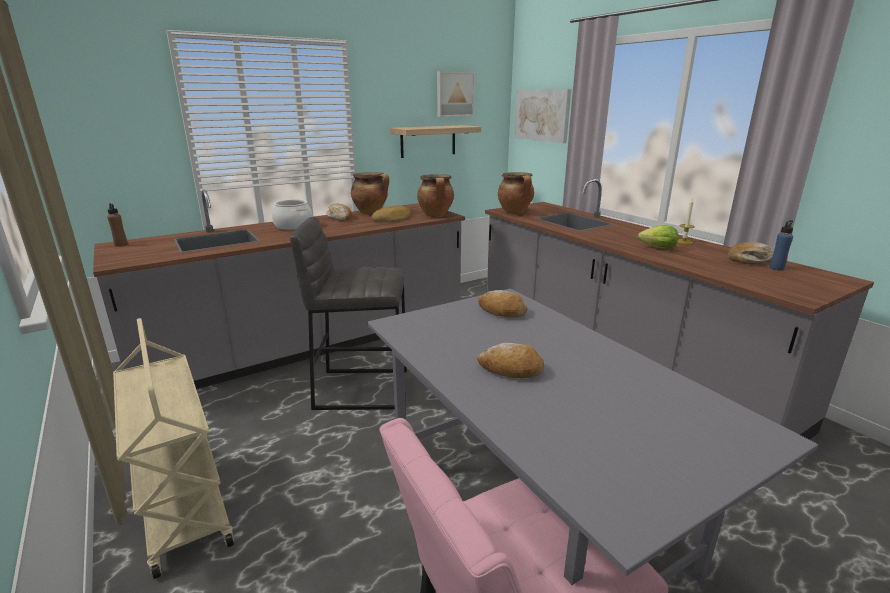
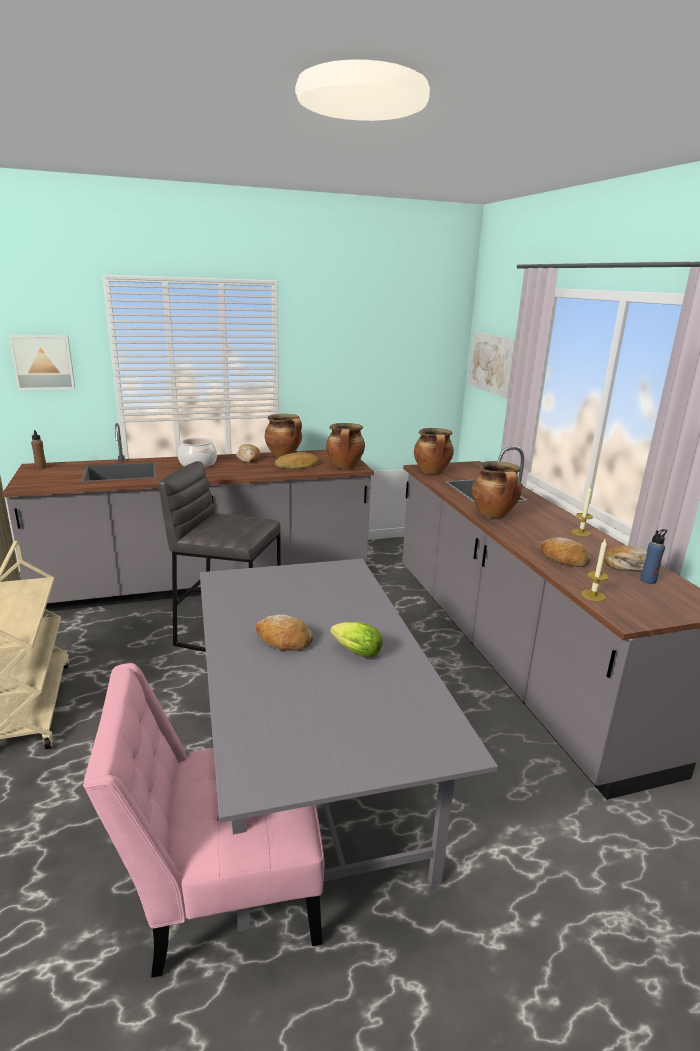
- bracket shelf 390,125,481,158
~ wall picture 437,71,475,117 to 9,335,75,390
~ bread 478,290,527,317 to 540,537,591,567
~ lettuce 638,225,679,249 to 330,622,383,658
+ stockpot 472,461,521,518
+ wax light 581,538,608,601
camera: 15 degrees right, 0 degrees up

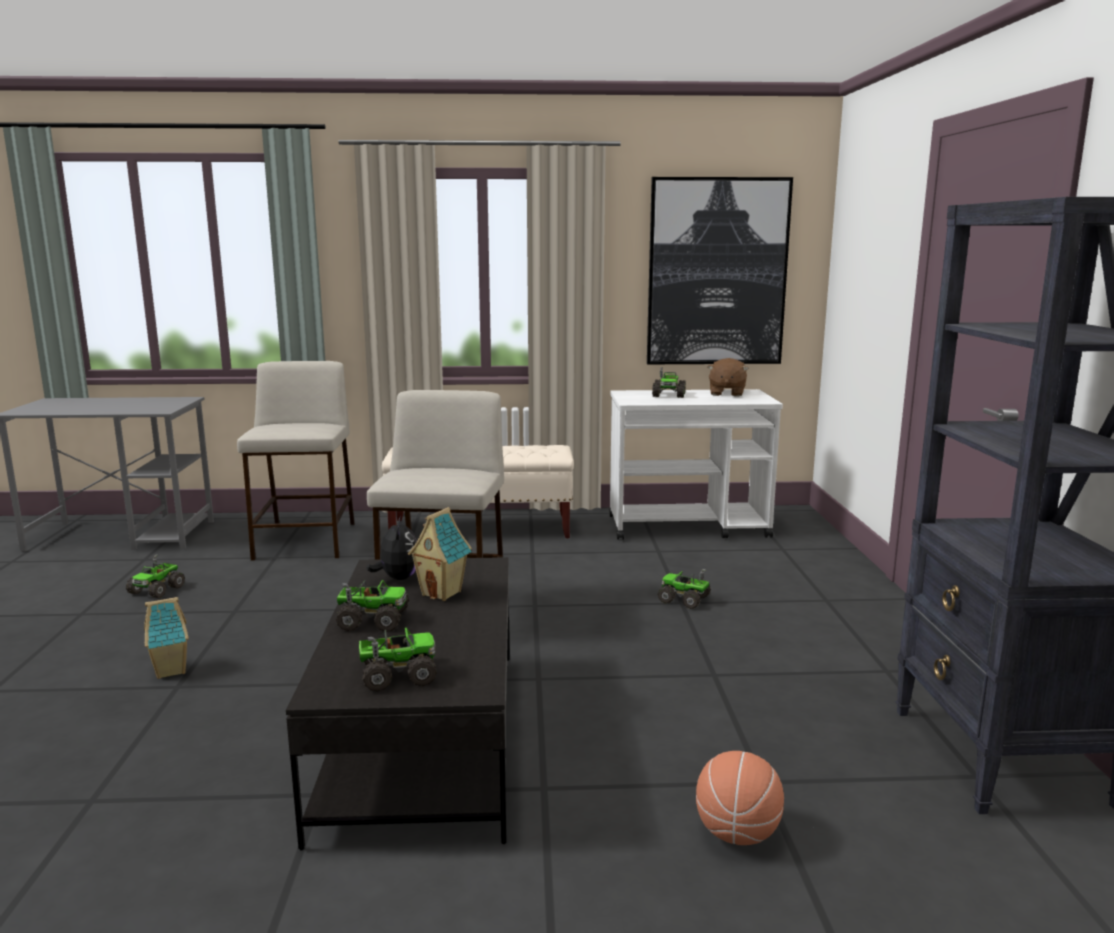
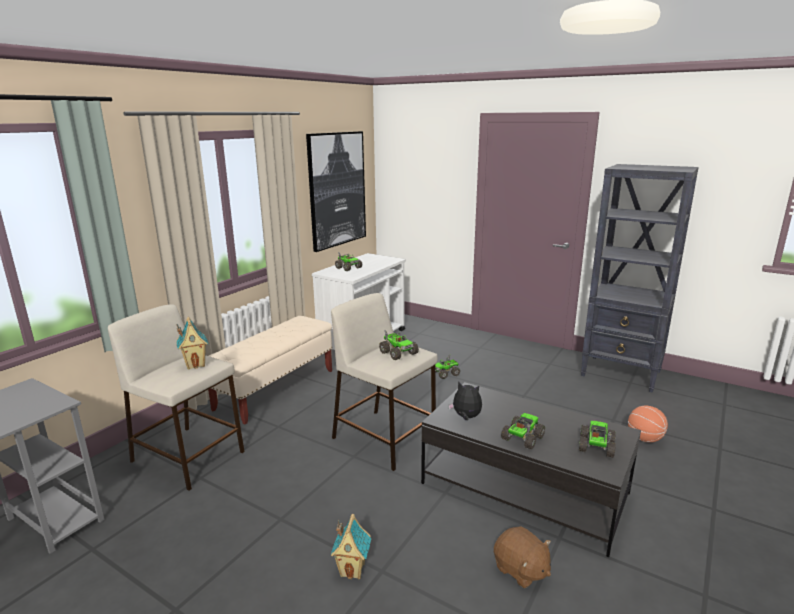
~ toy truck 126,554,185,598 to 379,330,419,360
~ toy house 408,507,472,601 to 176,317,208,370
~ brownish cuddly toy 707,358,749,397 to 494,526,551,588
camera: 55 degrees left, 5 degrees up

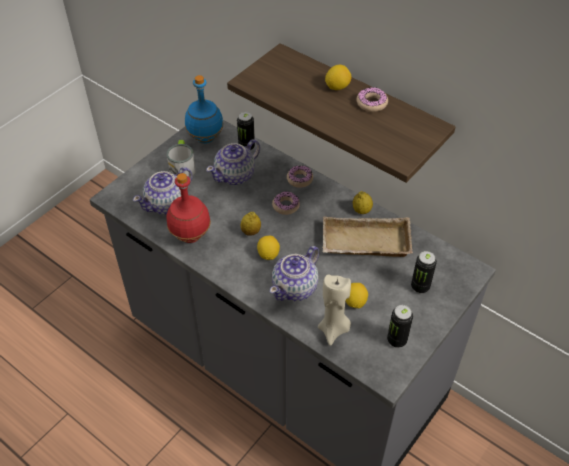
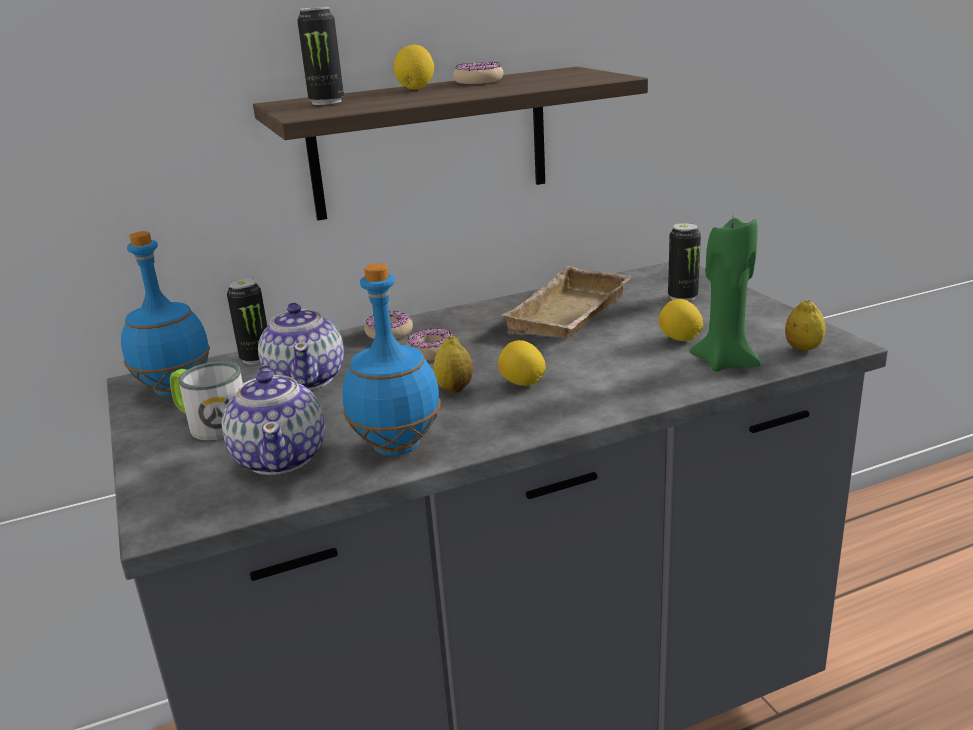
~ reddish bottle 167,173,211,243 to blue bottle 342,263,441,456
- teapot 270,246,319,301
~ beige-coloured wax light 318,274,351,346 to greenish wax light 690,218,761,372
~ whole lemon 353,191,373,214 to 785,300,826,351
~ can 387,305,413,348 to 297,7,344,105
camera: 60 degrees left, 25 degrees down

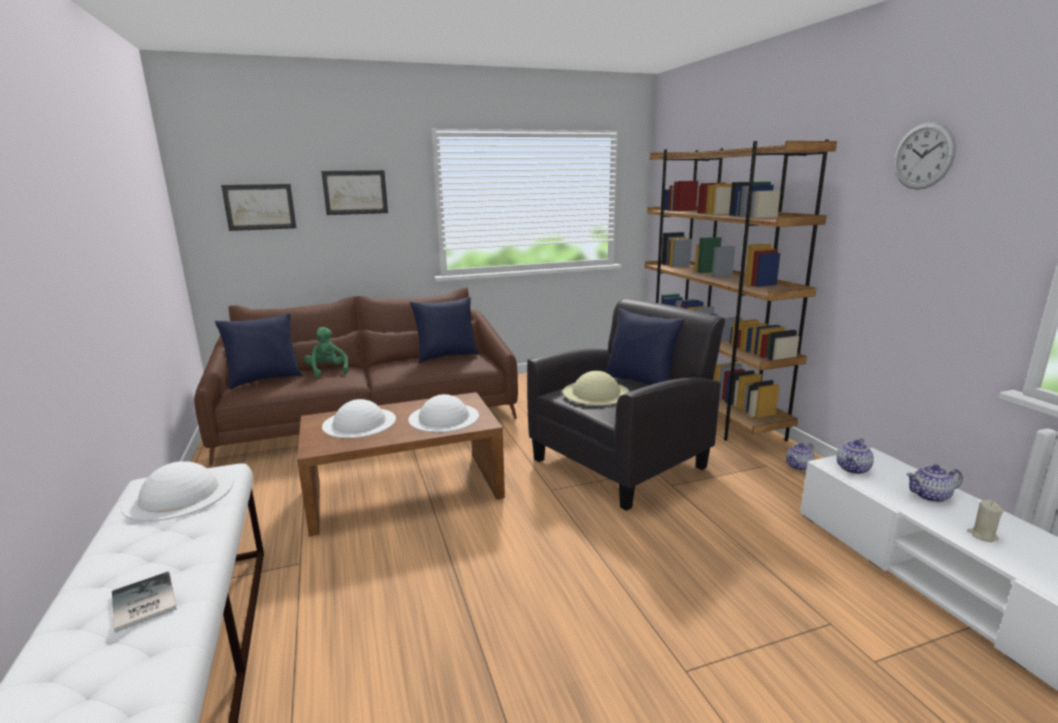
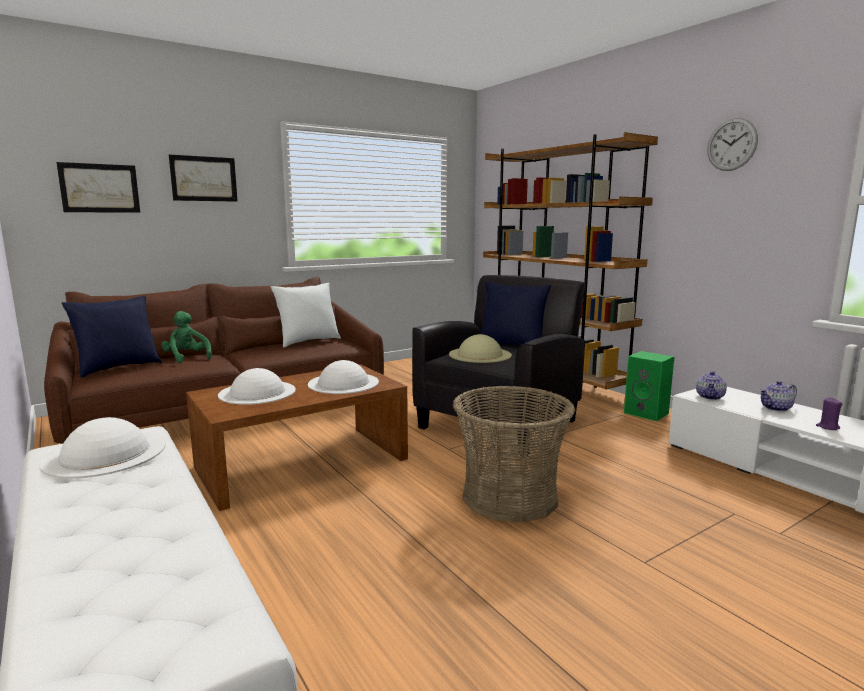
- bound book 112,572,176,633
~ blue pillow 410,297,479,363 to whitish pillow 271,283,341,347
~ teapot 786,443,815,470 to greenish loudspeaker 624,351,674,421
~ beige-coloured wax light 967,500,1004,542 to purple wax light 816,397,842,430
+ household basket 453,386,575,523
camera: 15 degrees left, 5 degrees down

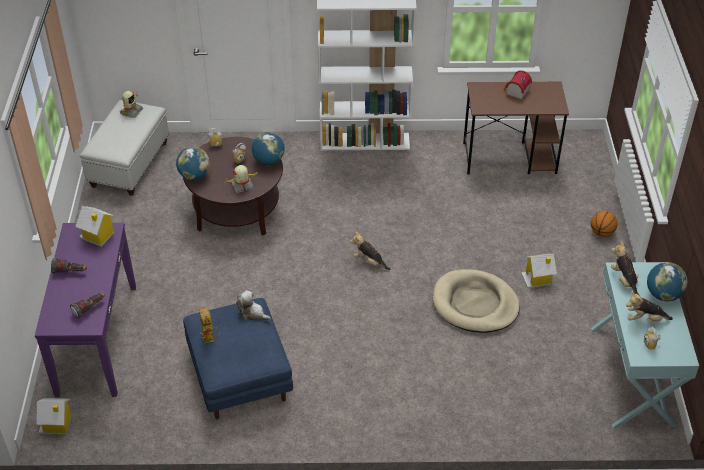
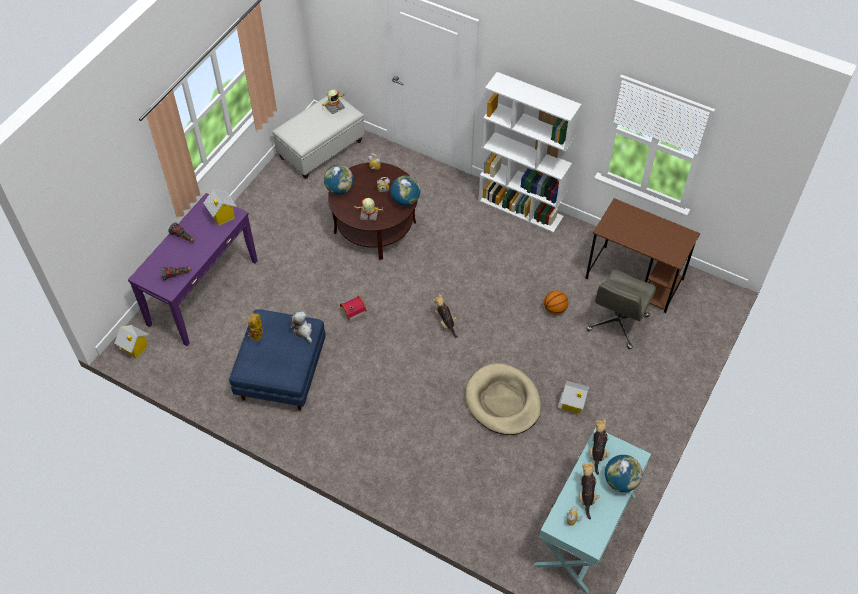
~ toy house 503,70,532,99 to 340,296,367,323
~ basketball 591,211,618,237 to 544,290,568,315
~ cuddly toy 626,292,673,322 = 579,461,600,520 60 degrees clockwise
+ gray desk chair 586,269,656,349
camera: 30 degrees right, 10 degrees up

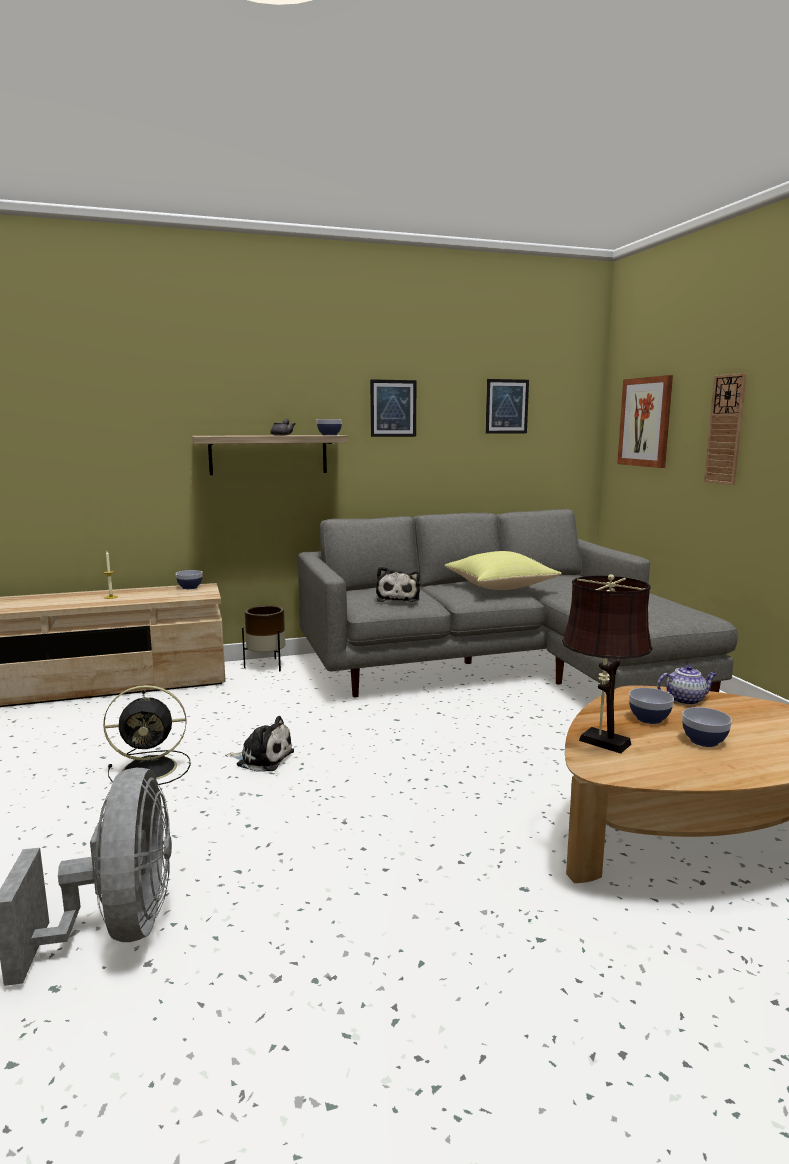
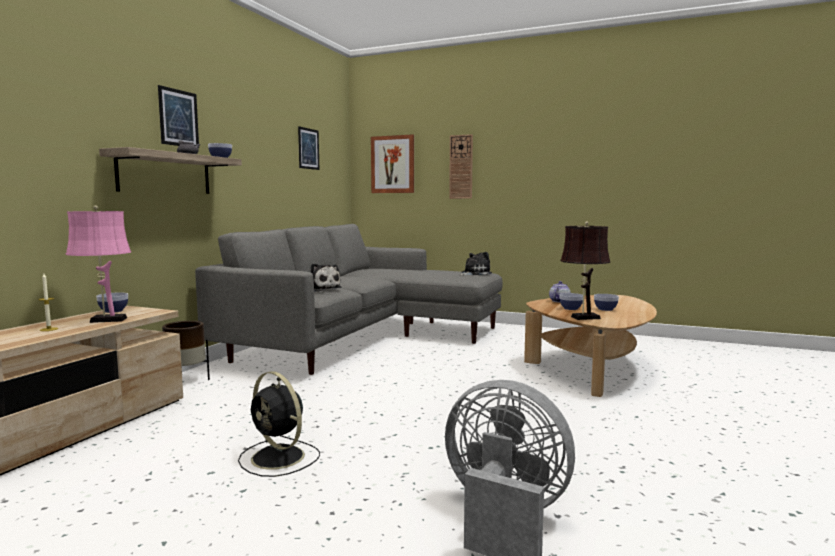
~ blackish fan 103,685,190,785 = 238,371,320,477 105 degrees clockwise
~ cuddly toy 225,716,294,772 to 460,252,492,275
~ wall picture 370,379,416,437 to 158,85,199,146
- yellowish pillow 444,551,562,590
+ pink table lamp 66,205,131,323
camera: 50 degrees left, 5 degrees down

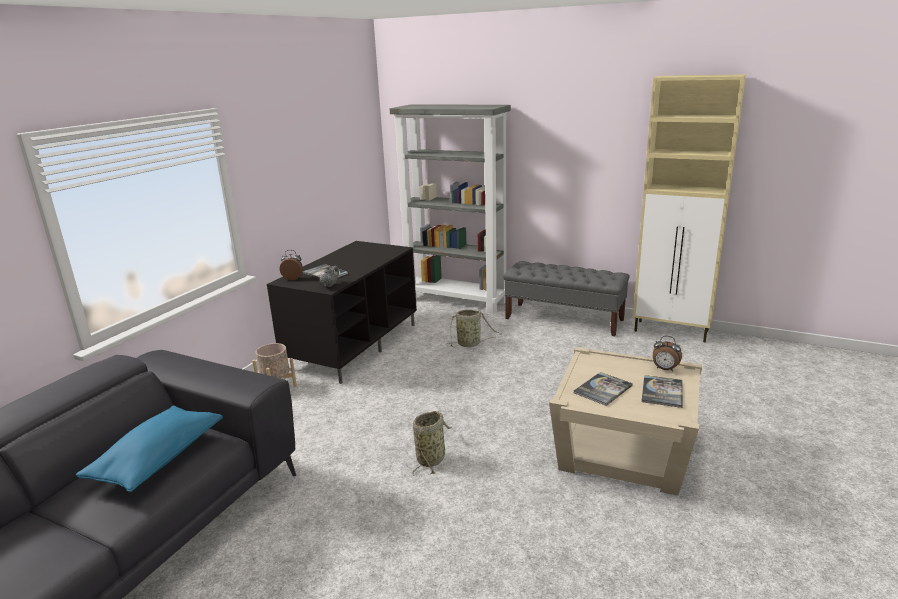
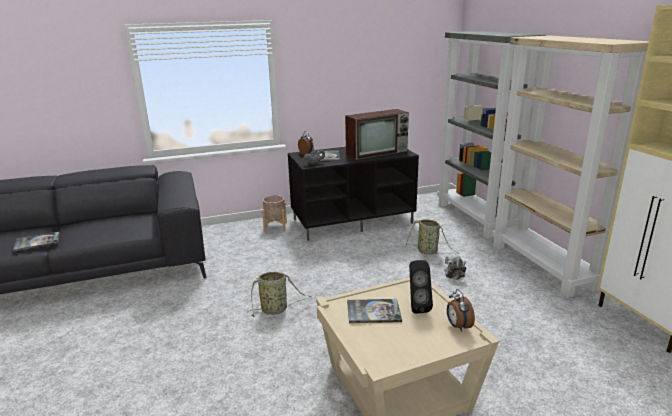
- blue pillow 76,405,223,492
~ gray indoor bench 503,261,630,336 to beige-coloured shelving unit 492,36,649,298
~ bound book 641,375,683,408 to 13,232,60,251
+ television 345,109,409,160
+ blackish loudspeaker 409,260,433,314
+ cuddly toy 444,254,466,280
camera: 45 degrees right, 0 degrees up

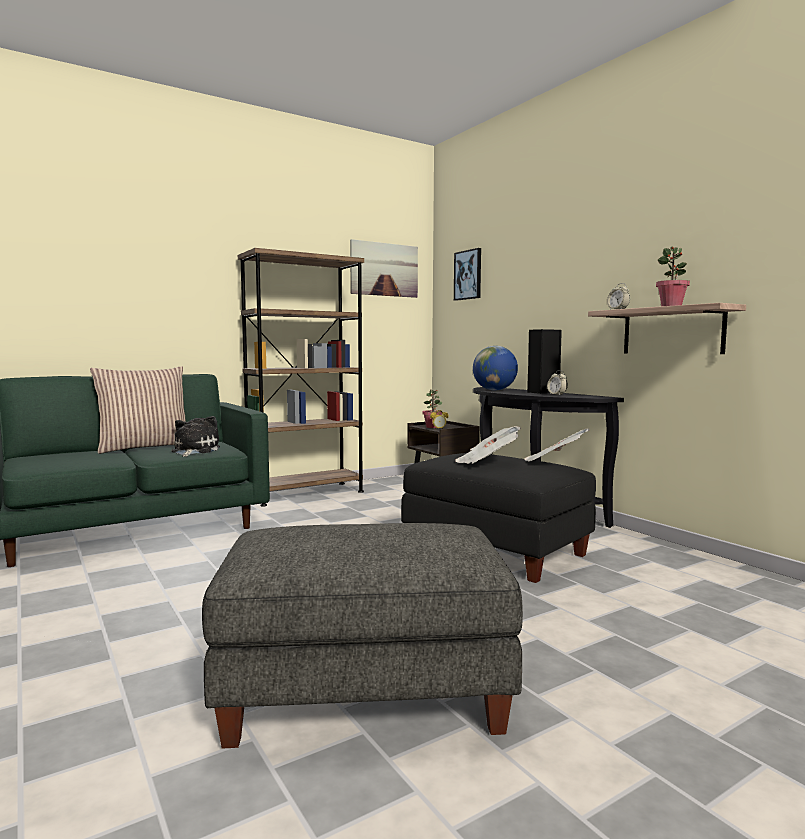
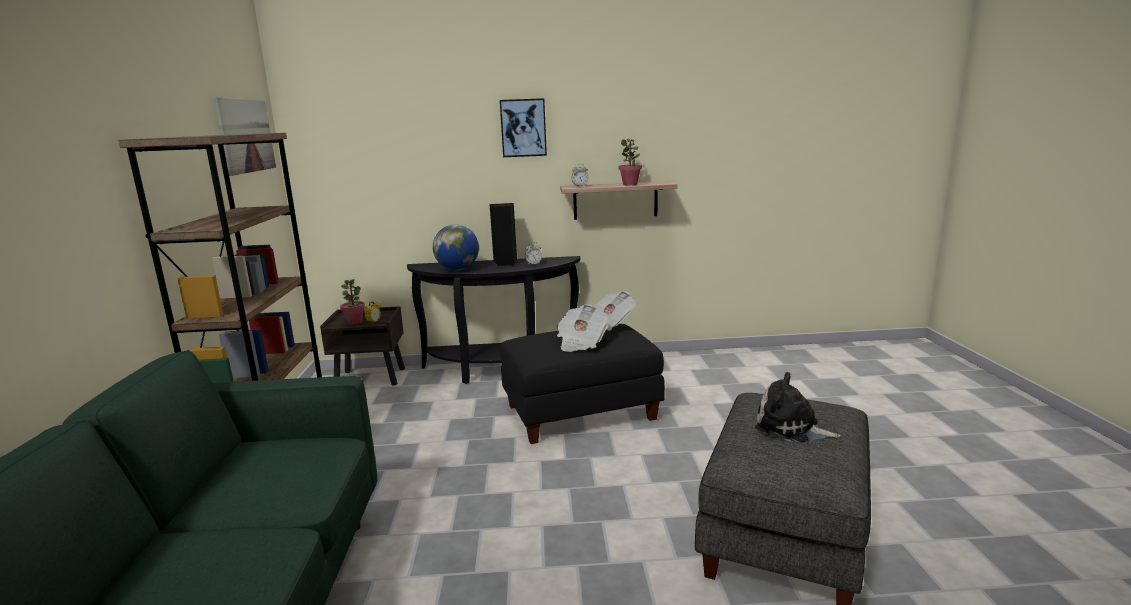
- pillow 90,366,186,454
~ cuddly toy 172,416,220,457 to 755,372,841,443
~ wall picture 454,248,481,301 to 500,98,547,157
camera: 60 degrees left, 10 degrees up

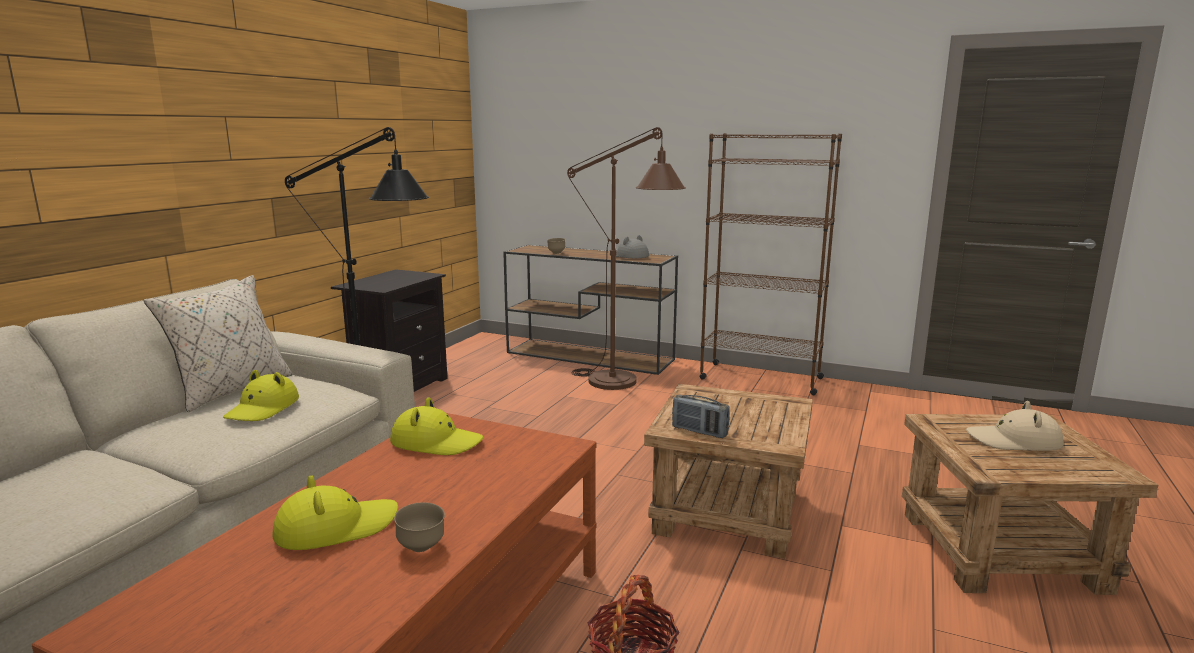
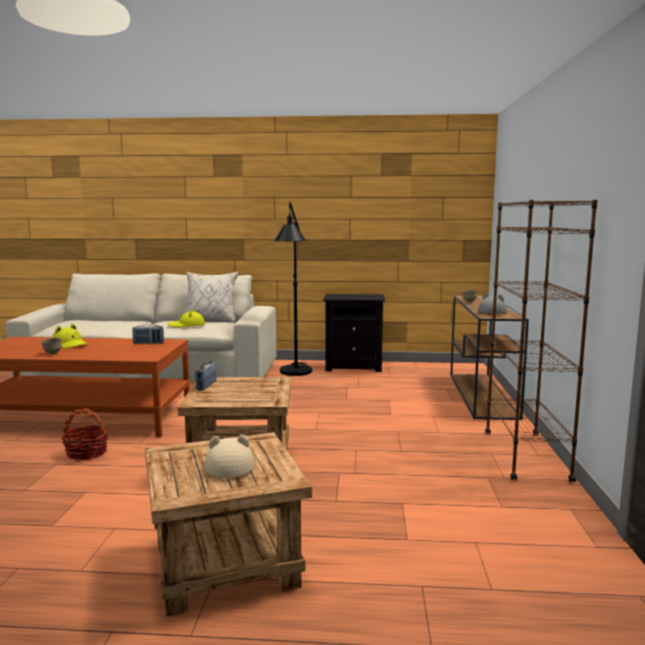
~ yellowish clothing hat 390,397,483,455 to radio set 132,324,164,344
- brownish standing lamp 567,127,686,390
camera: 70 degrees right, 5 degrees down

